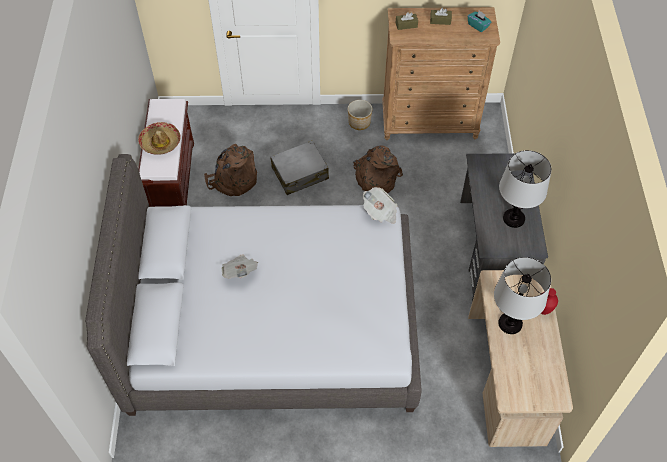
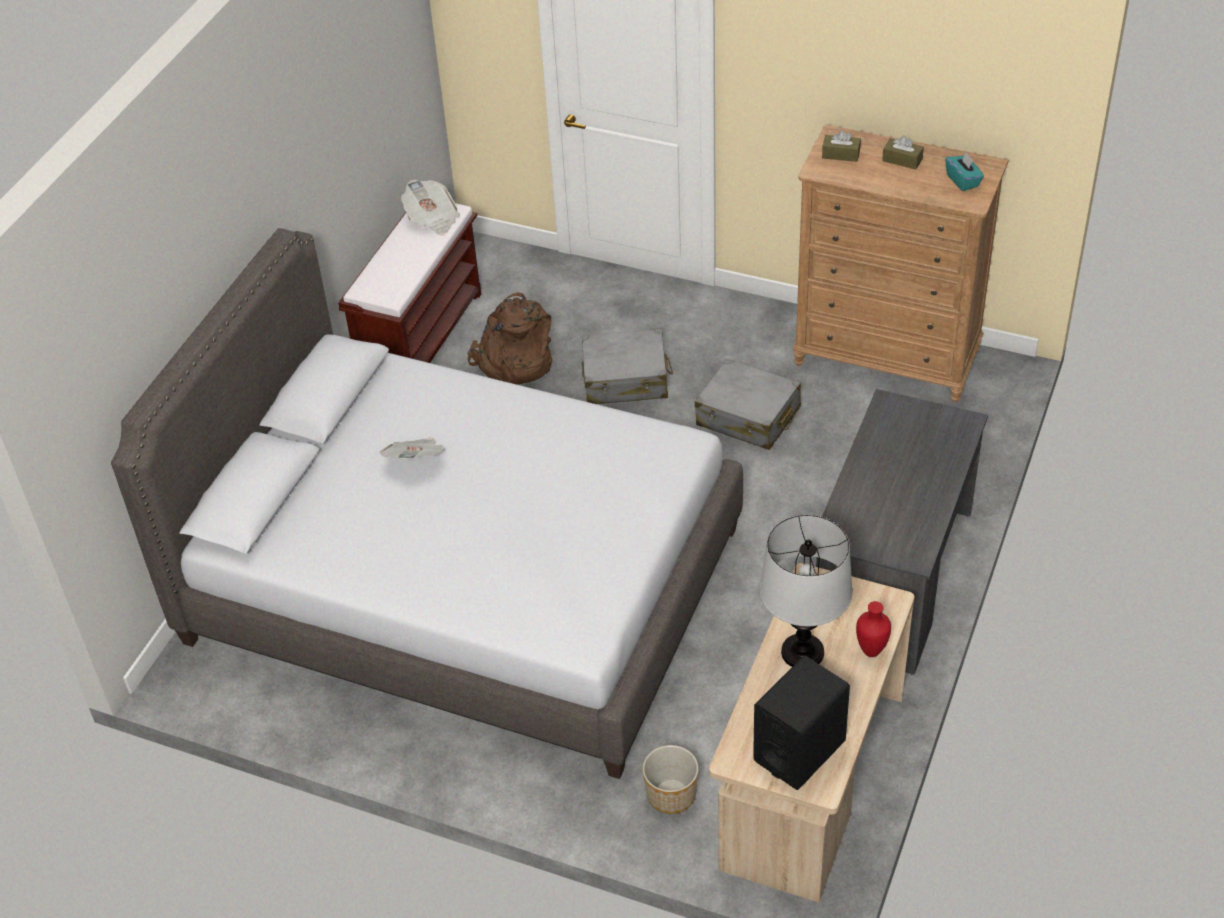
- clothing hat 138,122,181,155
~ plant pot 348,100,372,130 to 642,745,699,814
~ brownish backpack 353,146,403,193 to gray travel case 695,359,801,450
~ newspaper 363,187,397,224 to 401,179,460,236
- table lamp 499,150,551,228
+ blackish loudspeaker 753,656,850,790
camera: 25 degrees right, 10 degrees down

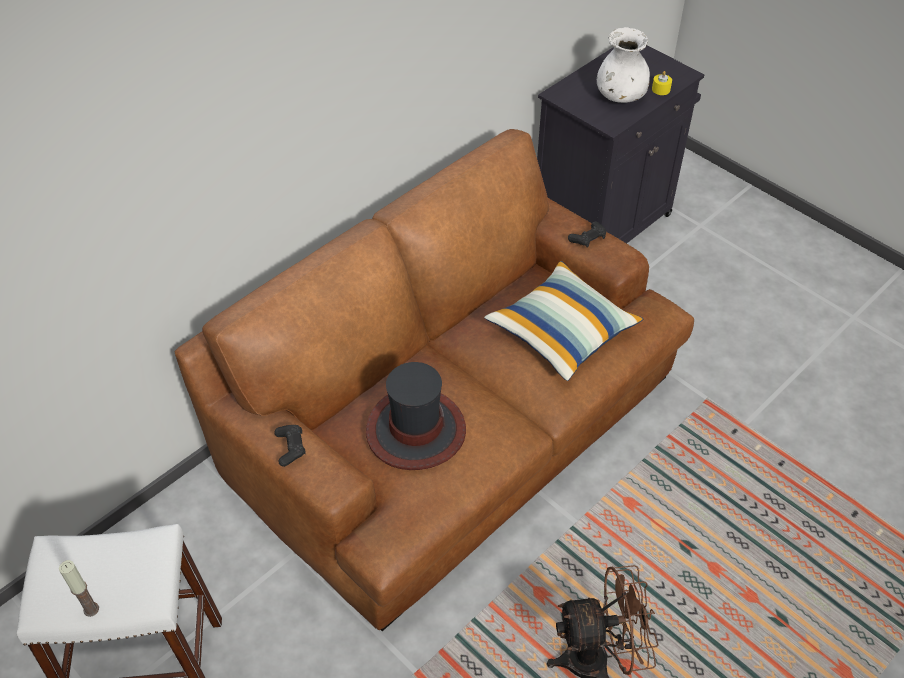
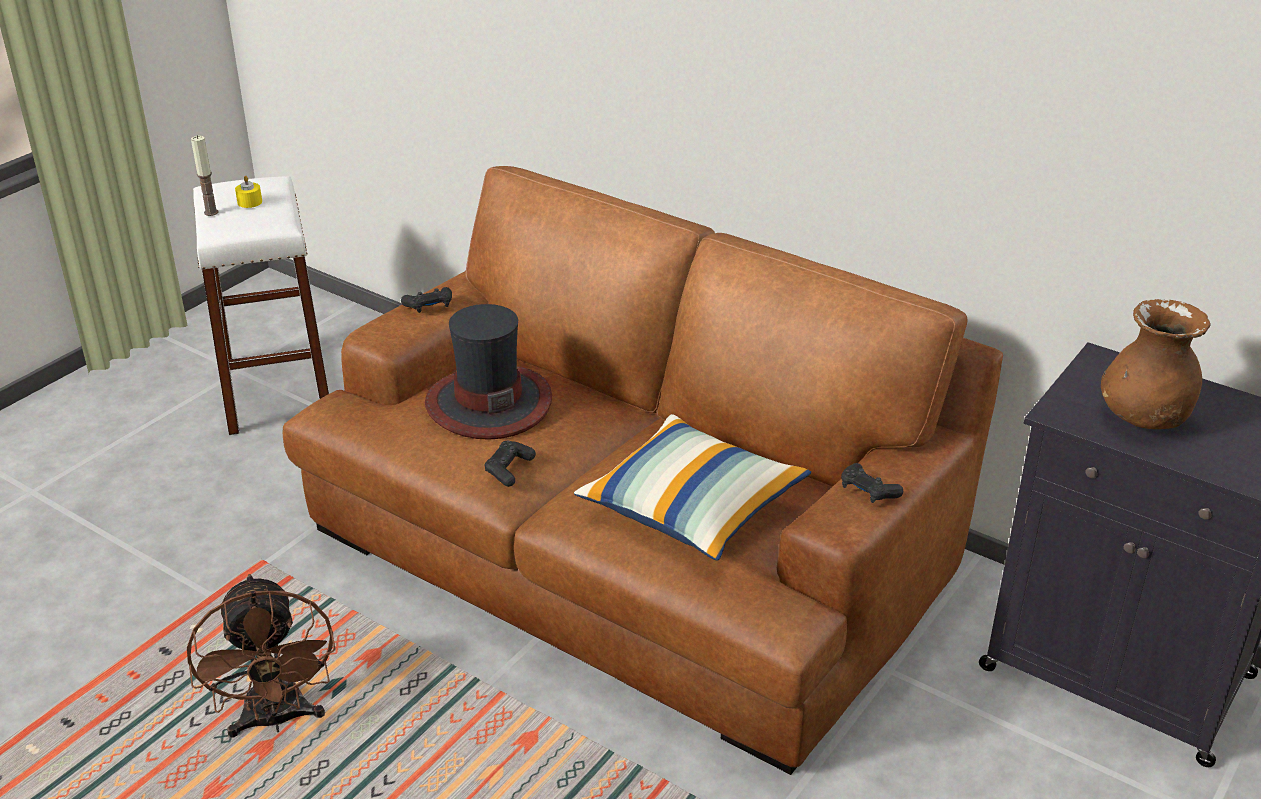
~ whitish vase 597,27,650,103 to brownish vase 1101,299,1211,429
~ yellowish wax light 652,71,672,95 to 235,176,262,208
+ blackish gamepad 484,441,536,487
camera: 80 degrees right, 15 degrees down

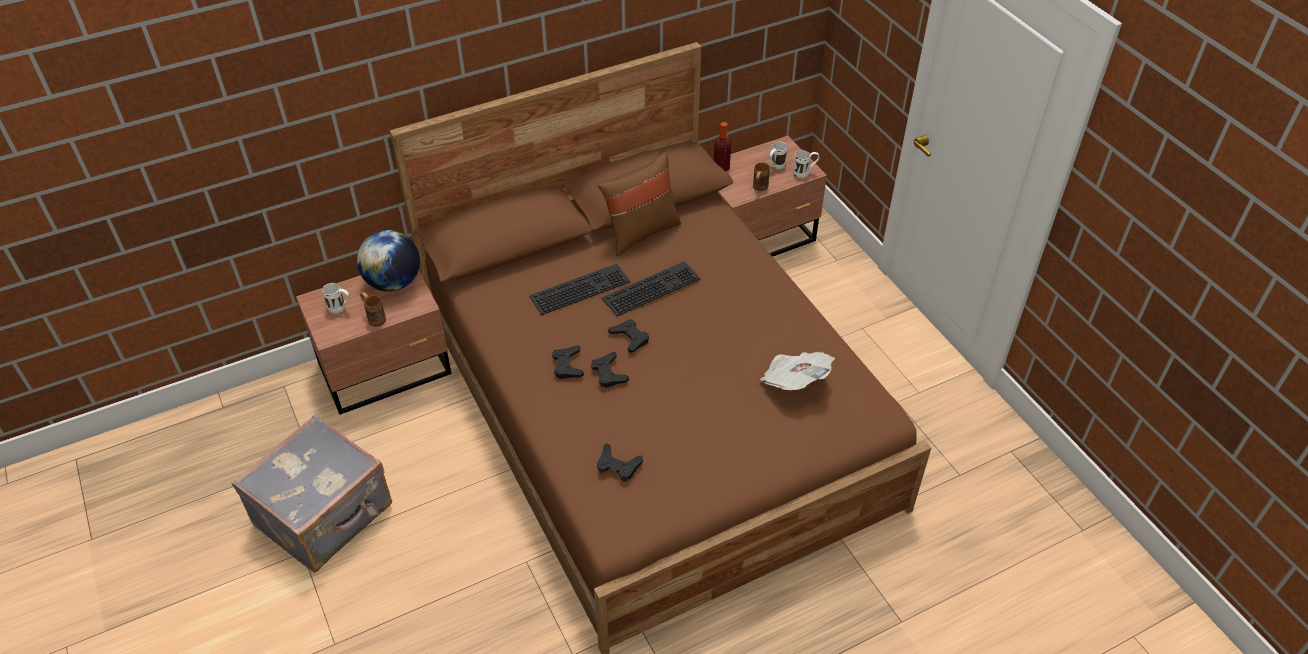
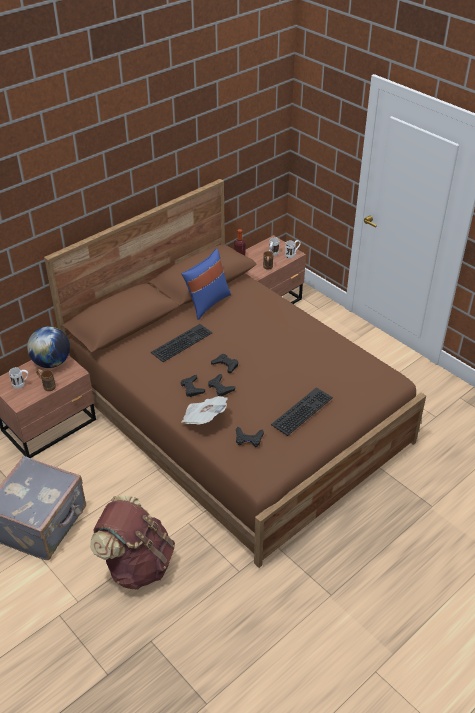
~ brownish pillow 597,152,681,257 to blue pillow 181,249,231,320
~ PC keyboard 602,261,701,316 to 271,387,333,436
~ newspaper 760,352,835,390 to 181,396,228,424
+ brownish backpack 90,496,175,590
camera: 15 degrees left, 5 degrees down

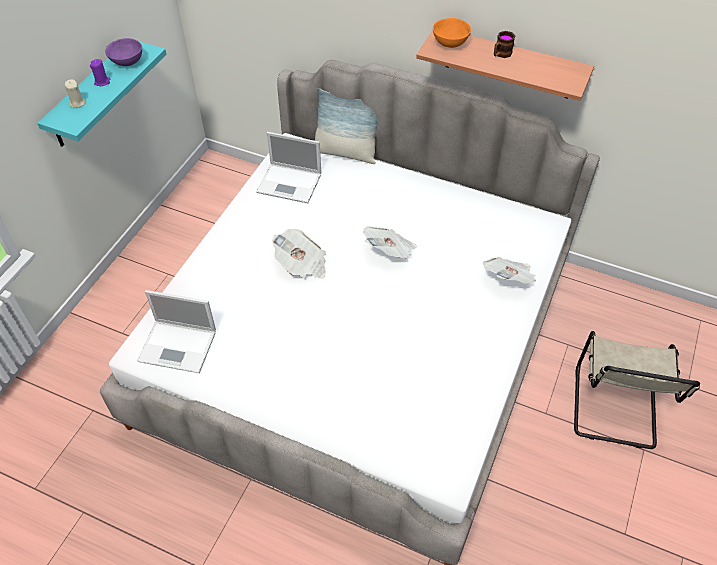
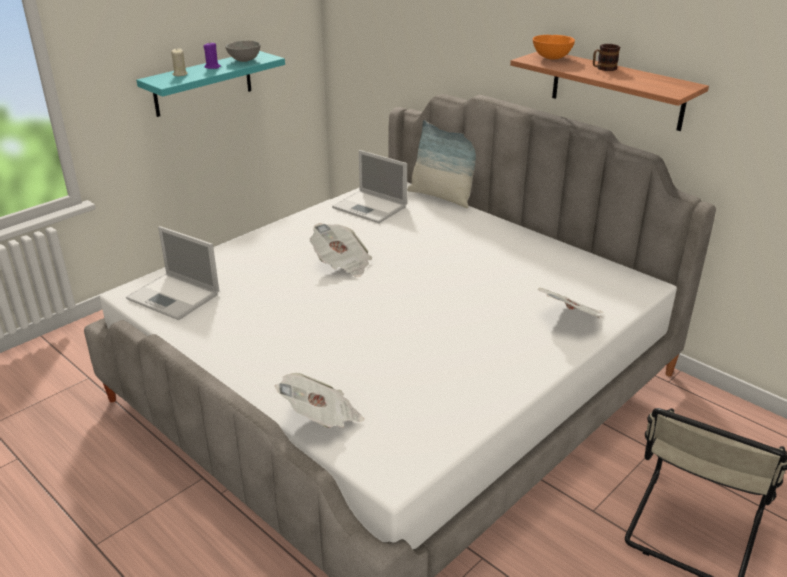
~ purple deep dish 105,38,142,66 to gray deep dish 225,40,261,62
~ newspaper 363,226,417,259 to 275,373,365,428
camera: 20 degrees right, 20 degrees down

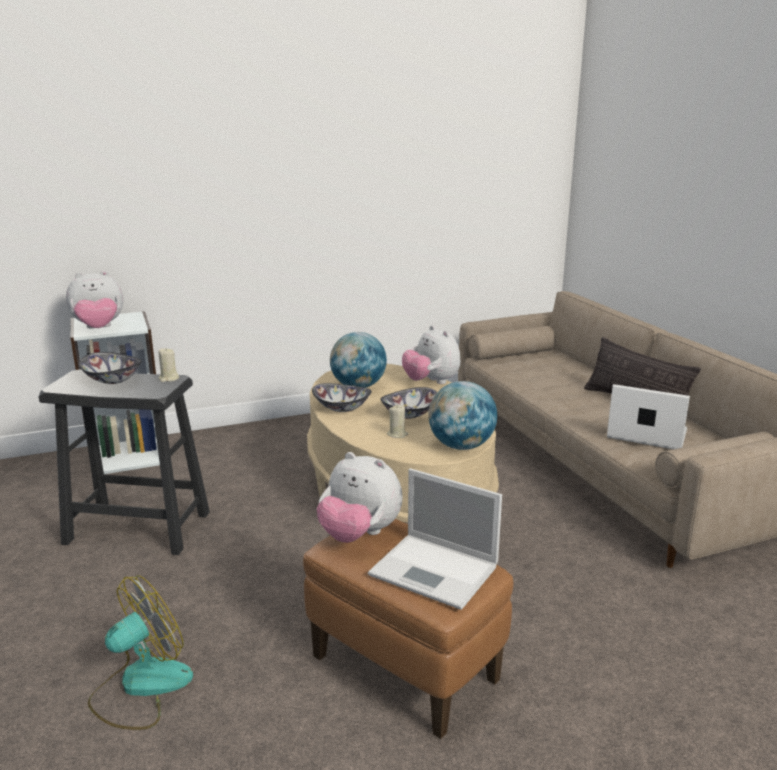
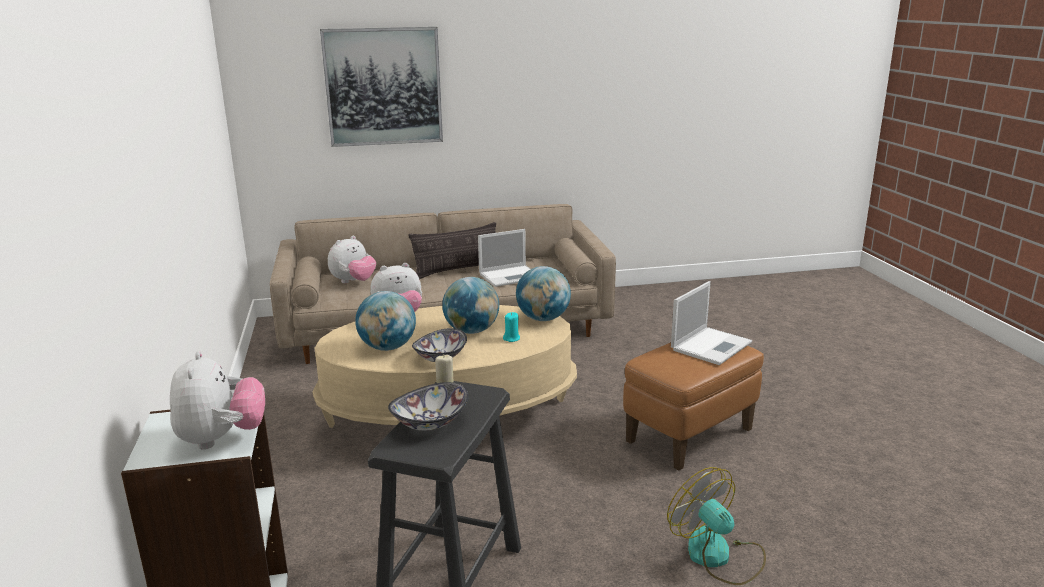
~ cuddly toy 317,452,402,543 to 328,236,376,283
~ deep dish 380,387,437,419 to desk globe 442,277,499,334
~ beige-coloured wax light 387,405,408,438 to turquoise wax light 503,312,520,342
~ laptop 607,384,690,449 = 478,229,530,287 150 degrees counterclockwise
+ wall picture 320,27,443,147
camera: 80 degrees left, 0 degrees up

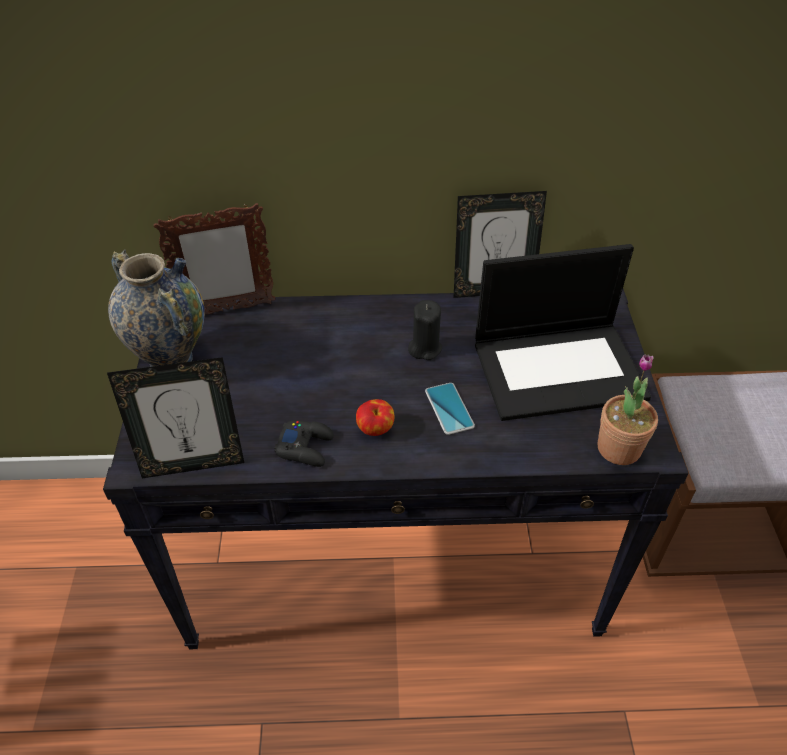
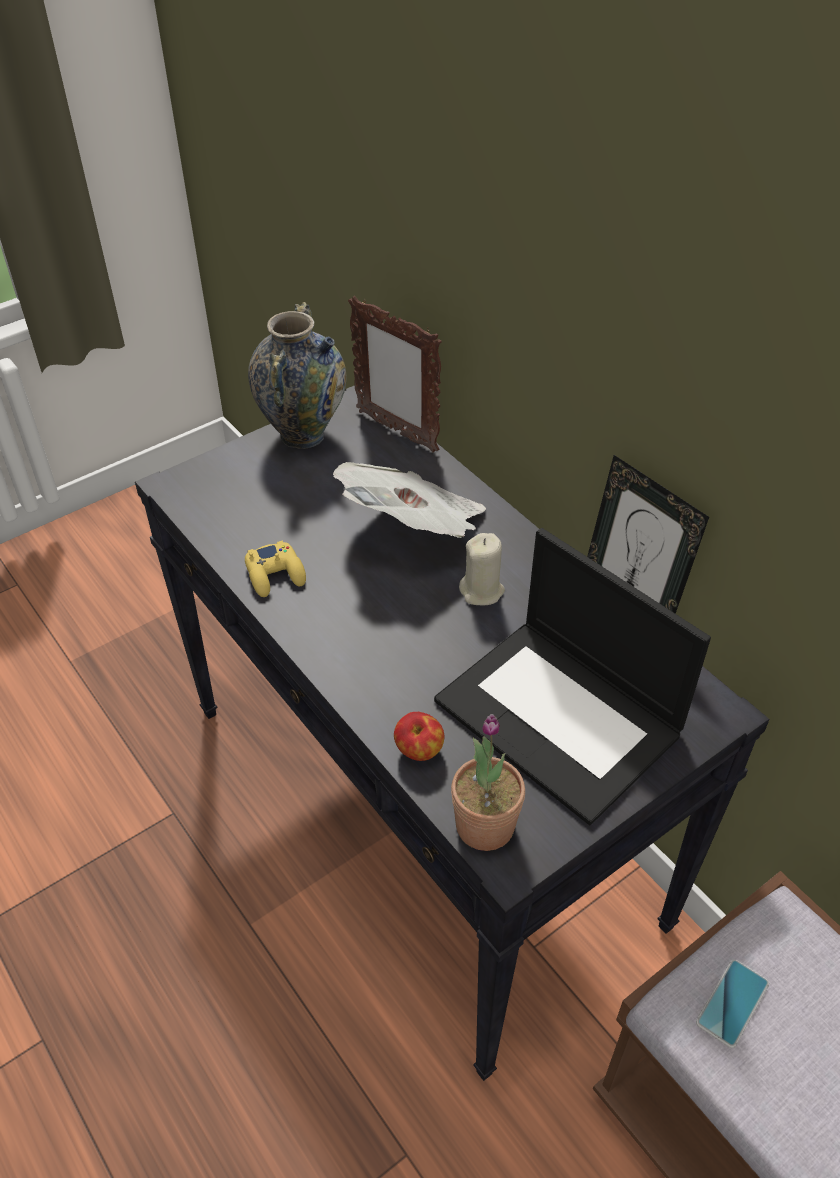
- photo frame 107,357,244,478
~ blackish gamepad 274,420,334,467 to yellowish gamepad 245,540,306,597
~ whole apple 356,399,394,436 to 394,712,444,761
~ blackish wax light 408,300,442,360 to beige-coloured wax light 459,533,505,605
~ handset 425,383,475,435 to 696,959,769,1048
+ newspaper 333,462,486,538
camera: 55 degrees right, 0 degrees up

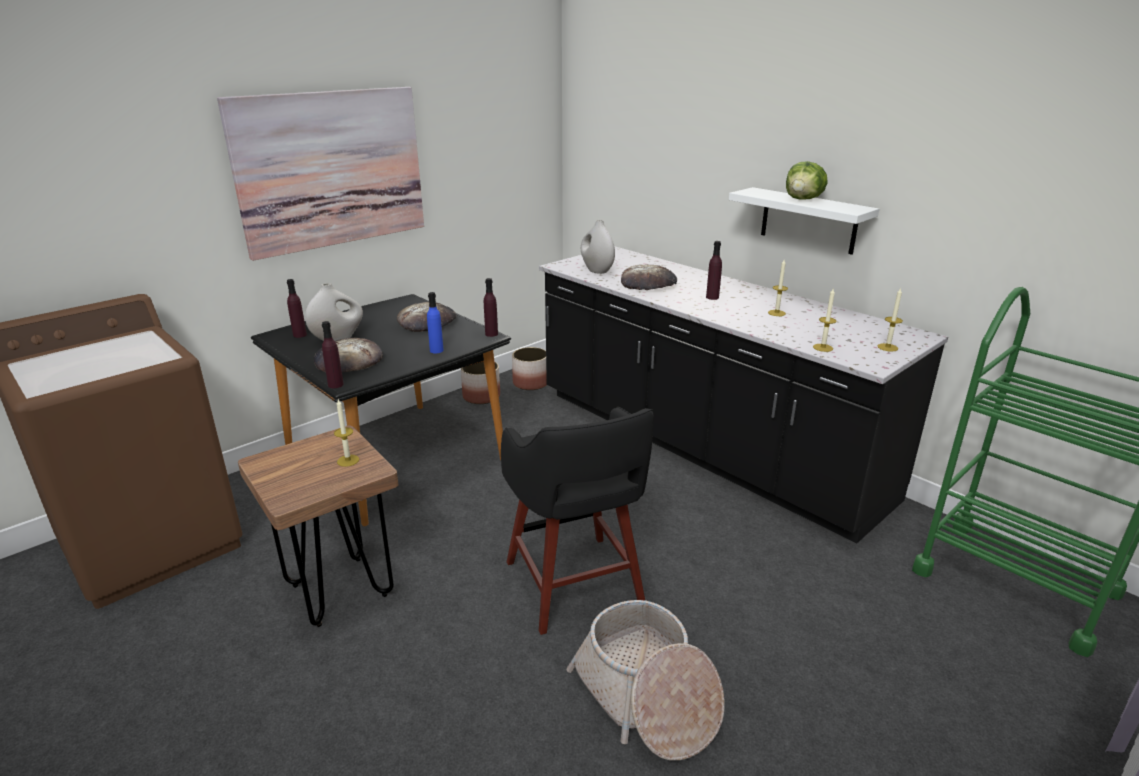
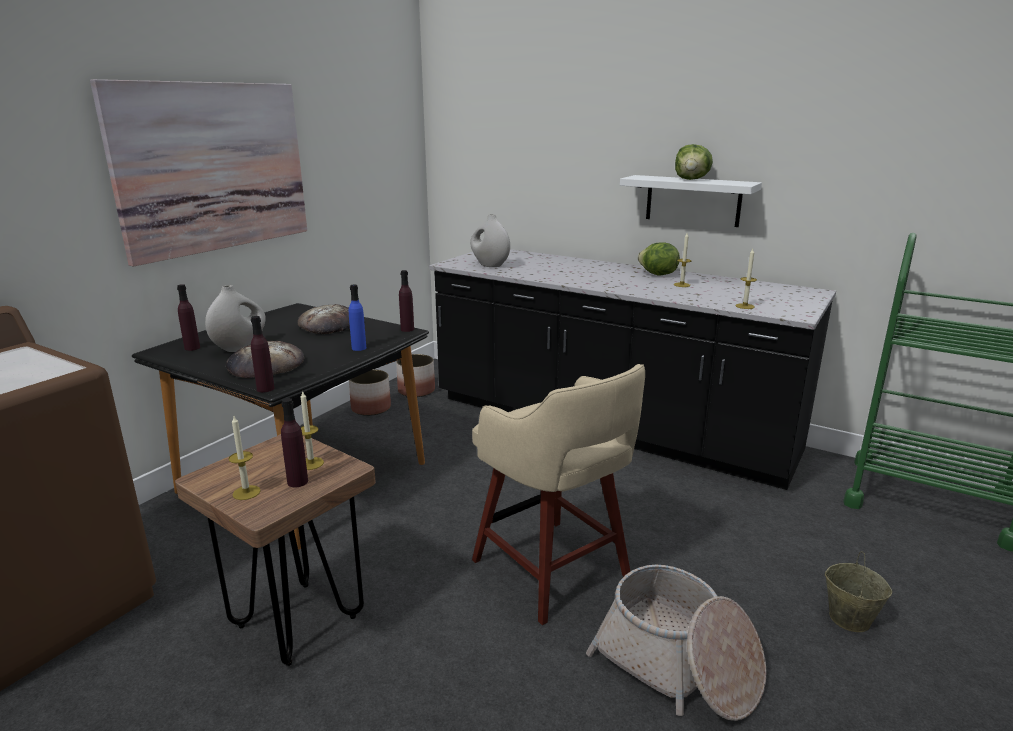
~ blackish sitting stool 501,407,653,635 to beige-coloured sitting stool 472,364,645,625
- bread 621,264,677,290
~ purple bottle 706,241,722,300 to 281,398,308,487
~ wax light 877,288,903,352 to 228,416,261,500
+ lettuce 638,242,680,275
+ beige-coloured bucket 825,551,892,632
camera: 15 degrees left, 5 degrees down

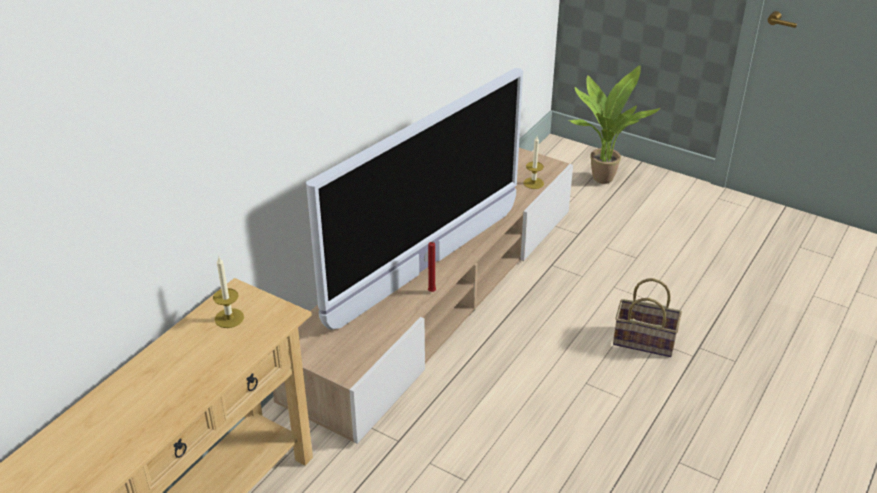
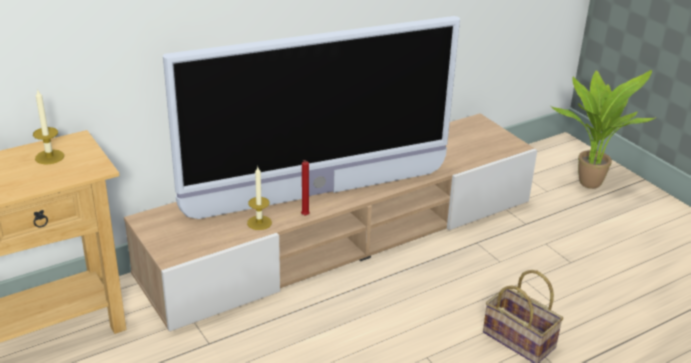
~ wax light 523,136,544,189 to 247,167,272,230
camera: 25 degrees right, 5 degrees down

